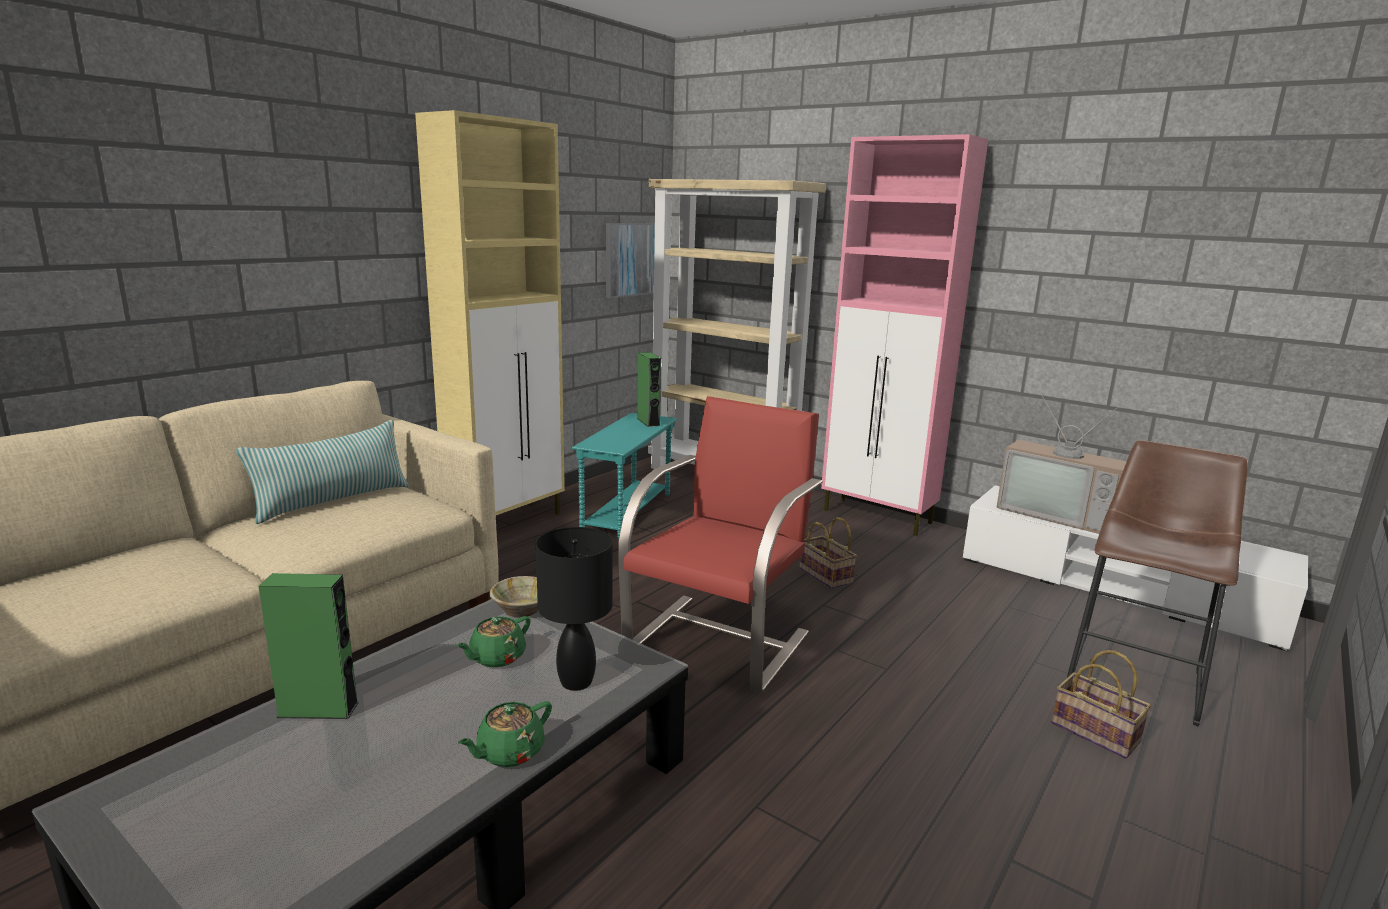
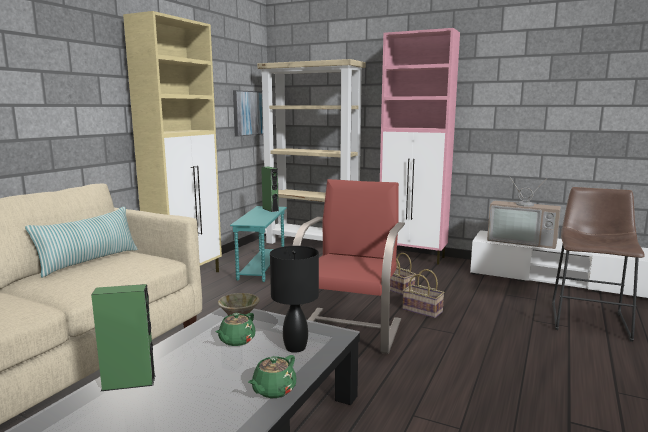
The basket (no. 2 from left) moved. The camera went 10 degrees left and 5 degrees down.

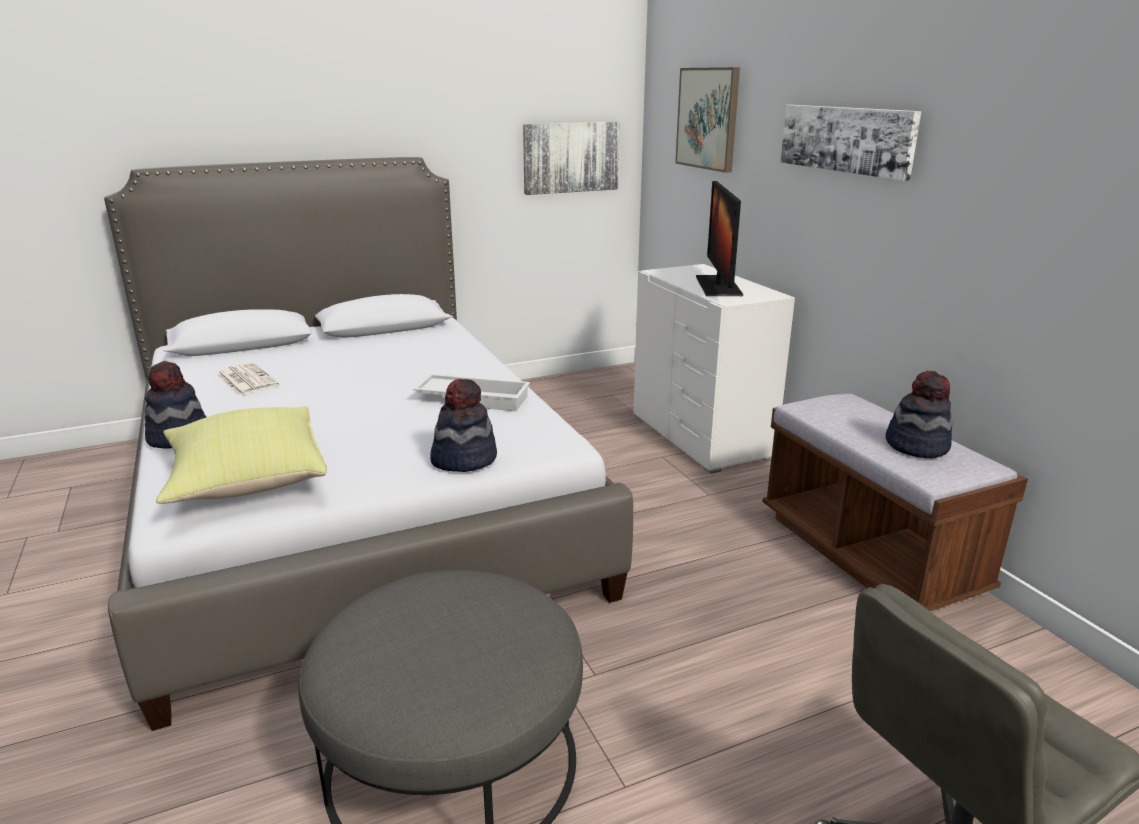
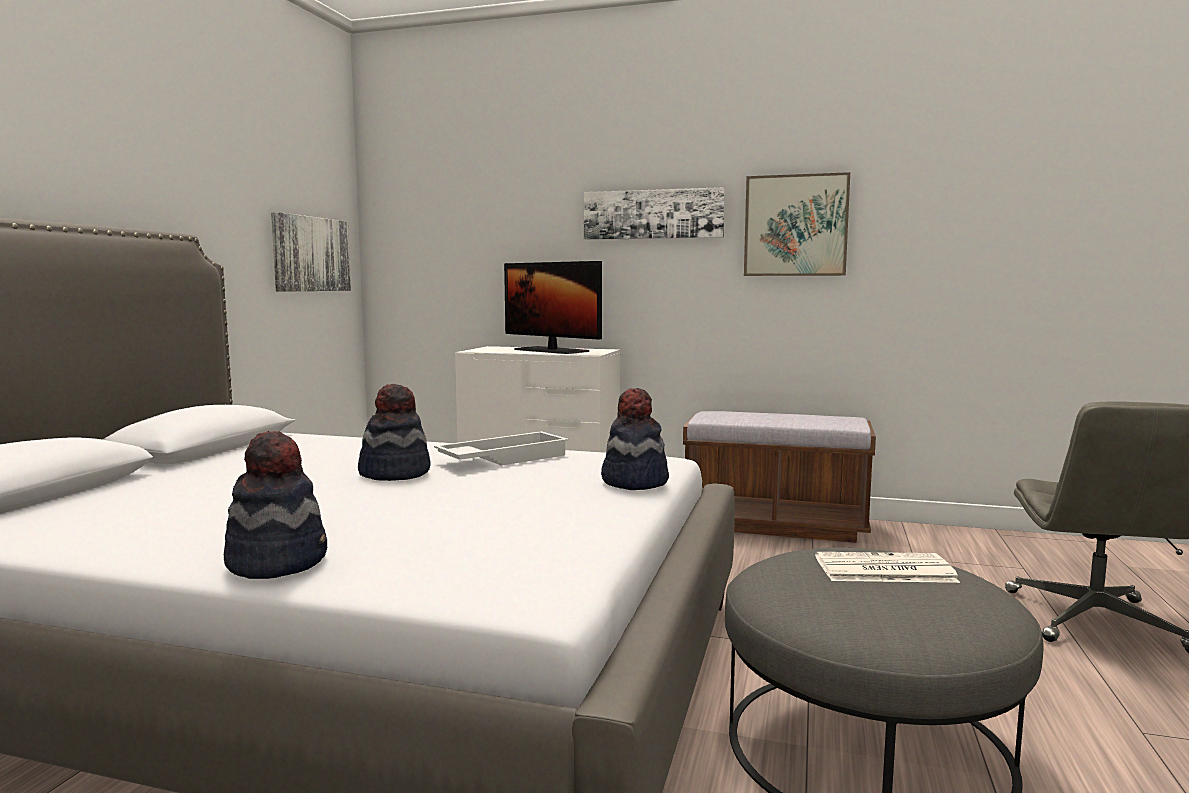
The picture (no. 2 from left in the first image) moved. The newspaper moved. The hat (no. 3 from left in the first image) moved. The yellow pillow disappeared. The camera went 50 degrees left and 15 degrees down.

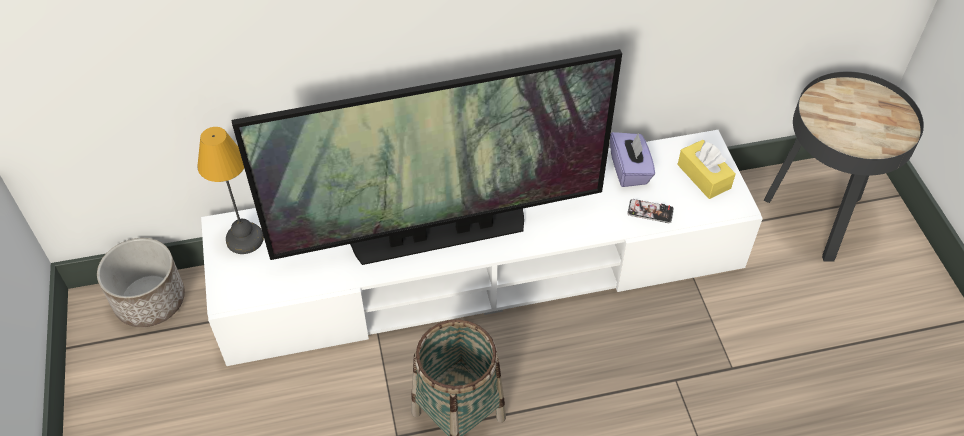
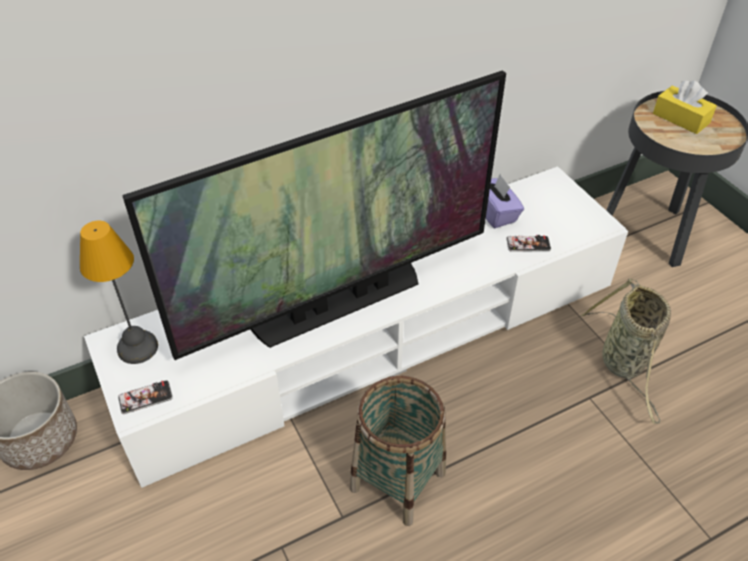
The yellow tissue box moved. The basket (no. 2 from left) appeared. The phone (no. 1 from left) appeared. The camera went 15 degrees left and 5 degrees down.

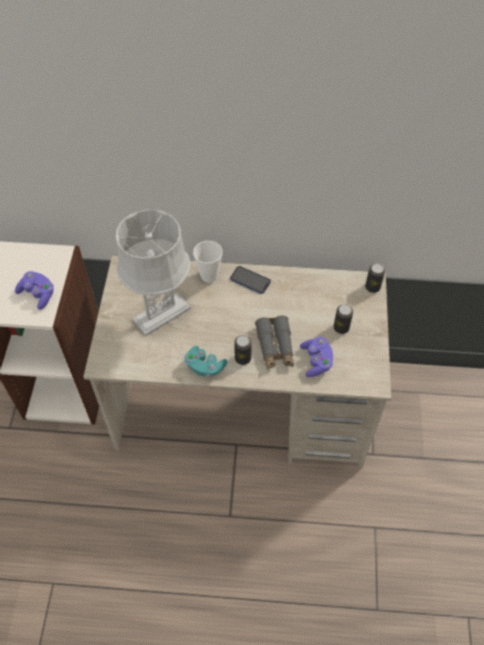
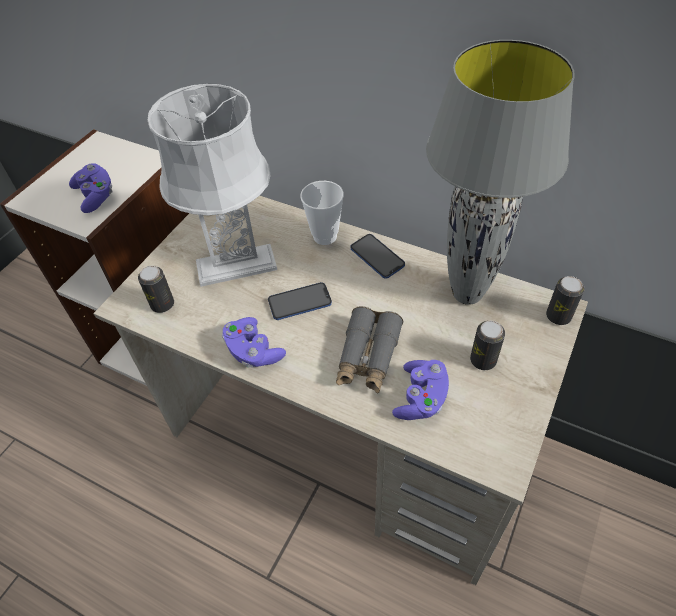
The can (no. 1 from left) moved. The turquoise game controller became the purple game controller (no. 2 from left). The grey table lamp (no. 2 from left) appeared. The phone (no. 1 from left) appeared. The camera went 25 degrees right and 5 degrees down.

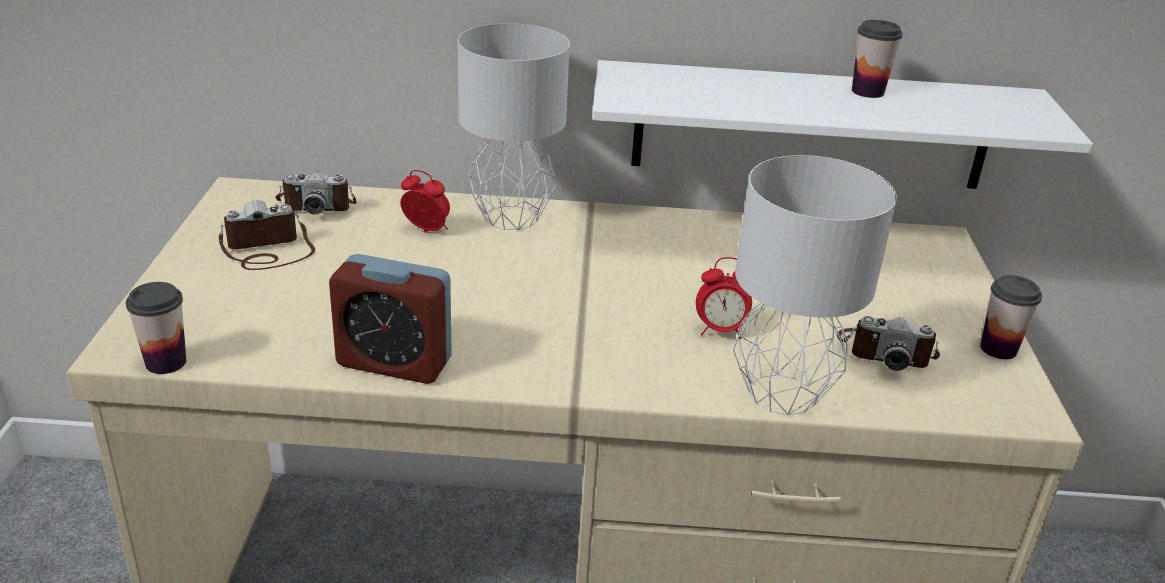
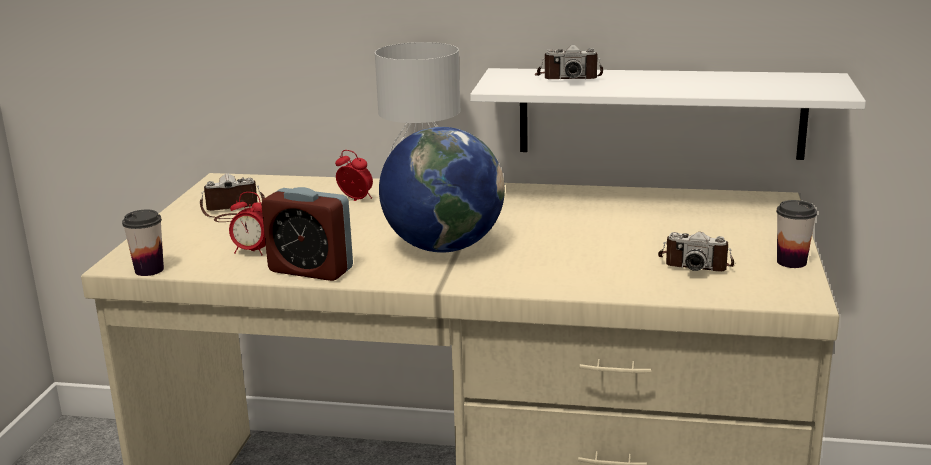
The cup (no. 2 from left) disappeared. The grey table lamp (no. 2 from left) disappeared. The photo camera (no. 2 from left) moved. The alarm clock (no. 3 from left in the first image) moved. The globe appeared. The camera went 10 degrees right and 10 degrees down.

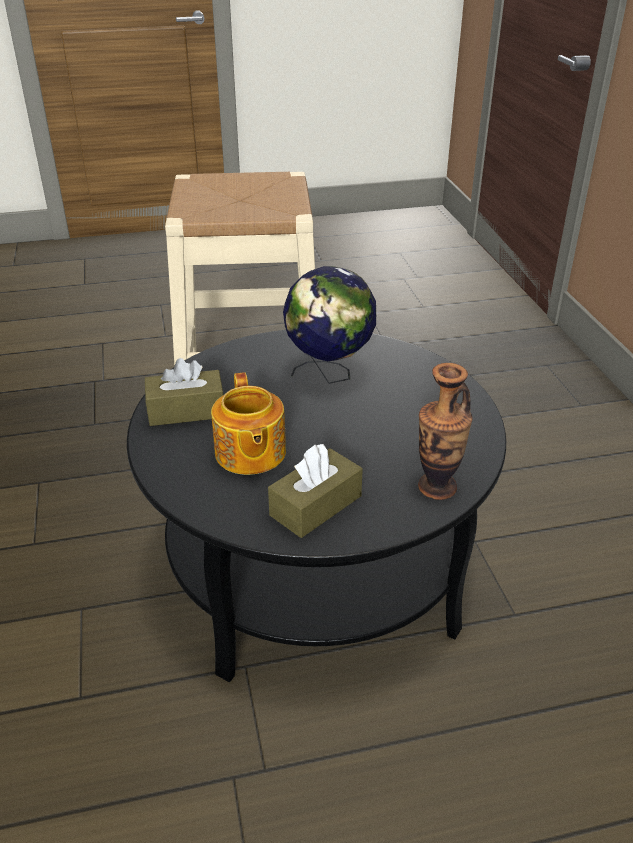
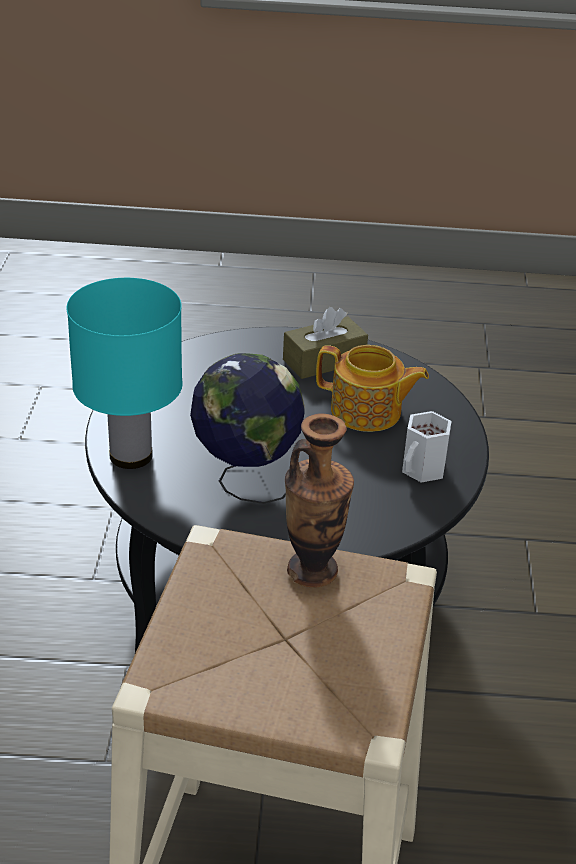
The brown tissue box (no. 1 from left) was replaced by the white mug. The vase moved. The teapot turned 105 degrees clockwise. The turquoise table lamp appeared. The camera went 165 degrees left and 0 degrees up.

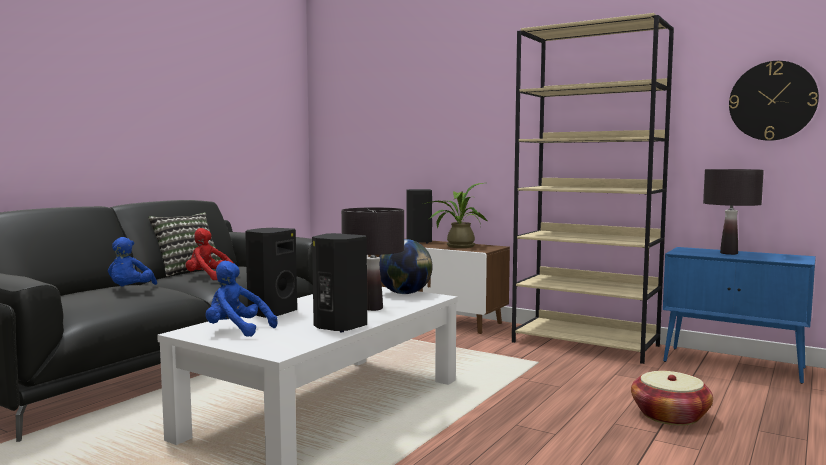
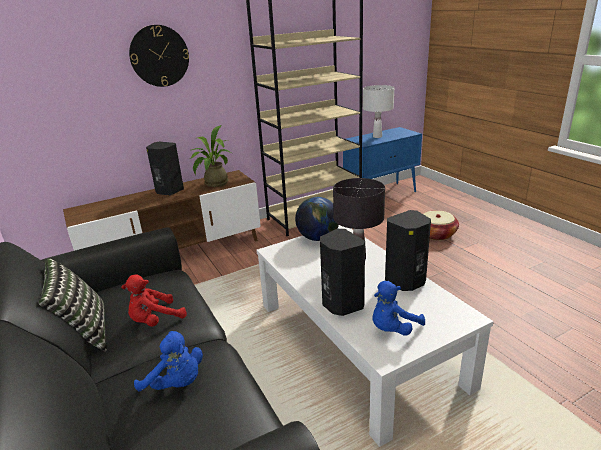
The wall clock moved. The black table lamp (no. 2 from left) became the white table lamp. The camera went 60 degrees left and 20 degrees up.

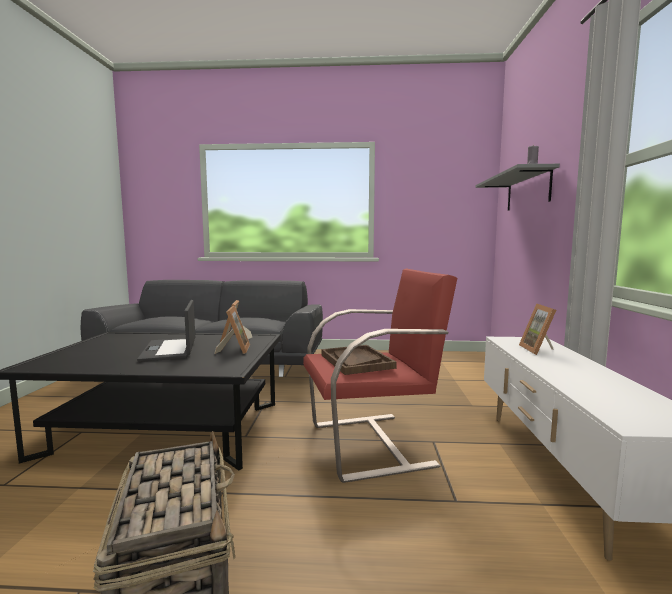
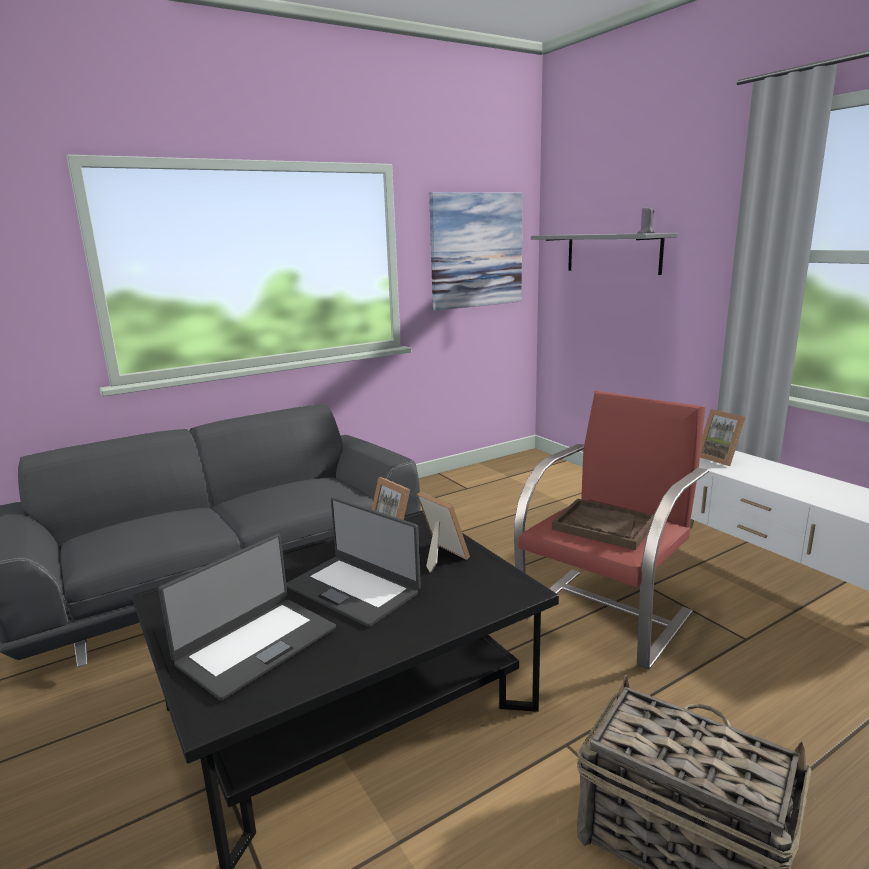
The picture appeared. The laptop (no. 1 from left) appeared. The camera went 35 degrees left and 10 degrees up.

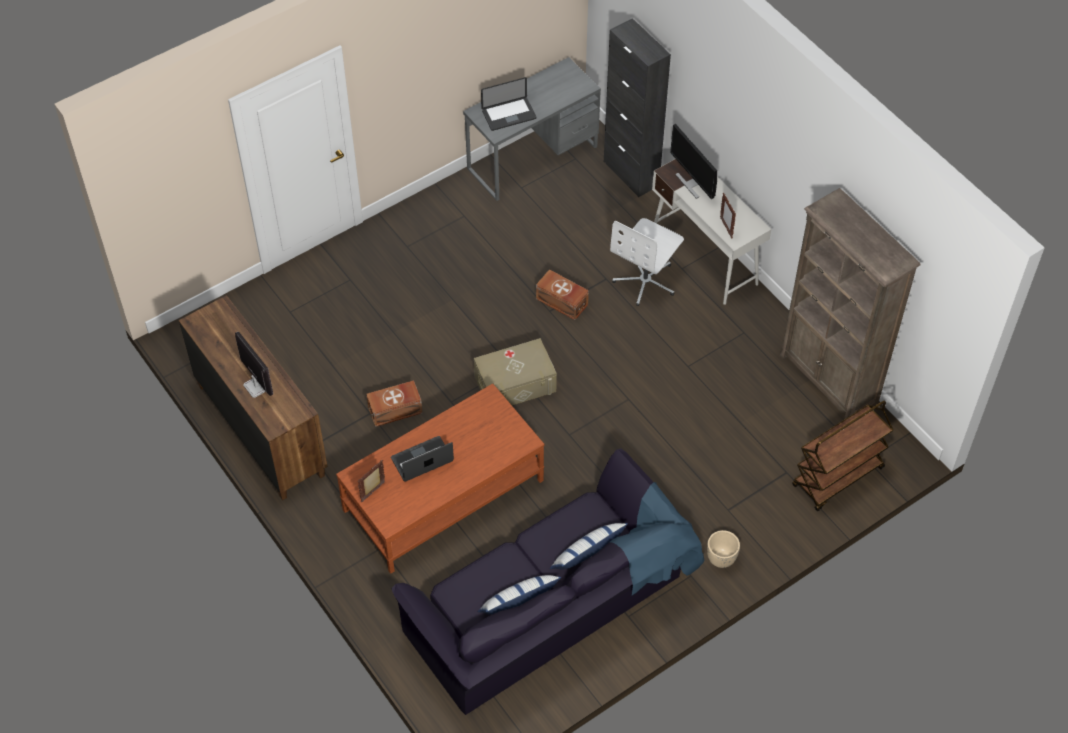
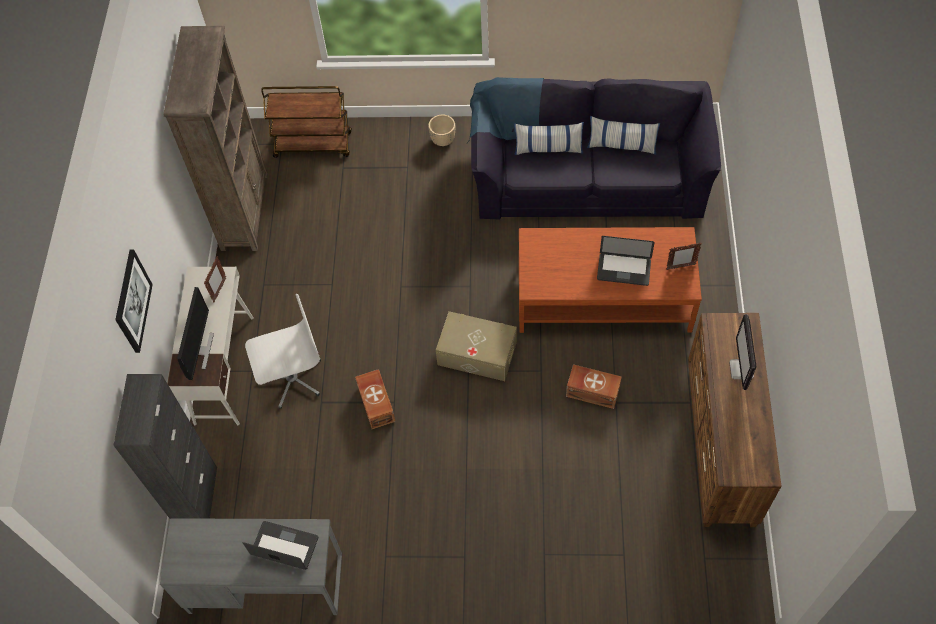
The picture appeared. The camera went 140 degrees left and 5 degrees up.

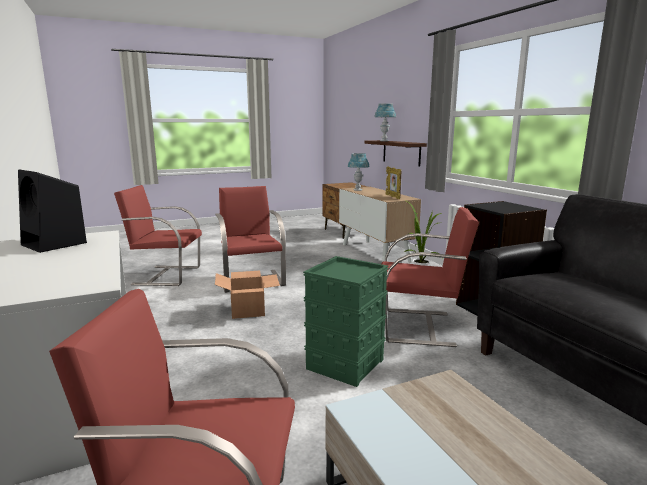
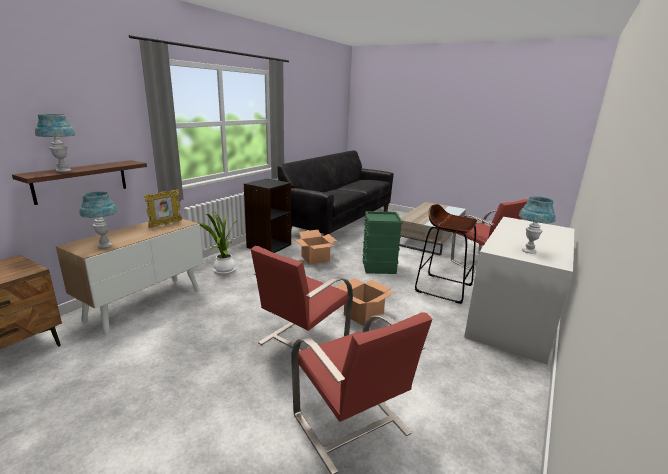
The black speaker was replaced by the blue table lamp (no. 3 from left). The red chair (no. 4 from left) was replaced by the cardboard box (no. 1 from left). The brown stool appeared. The camera went 125 degrees left and 5 degrees up.

